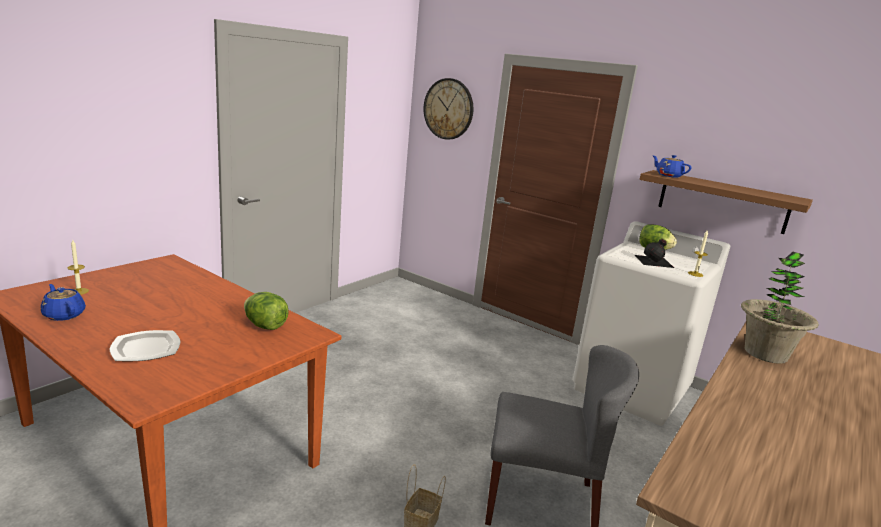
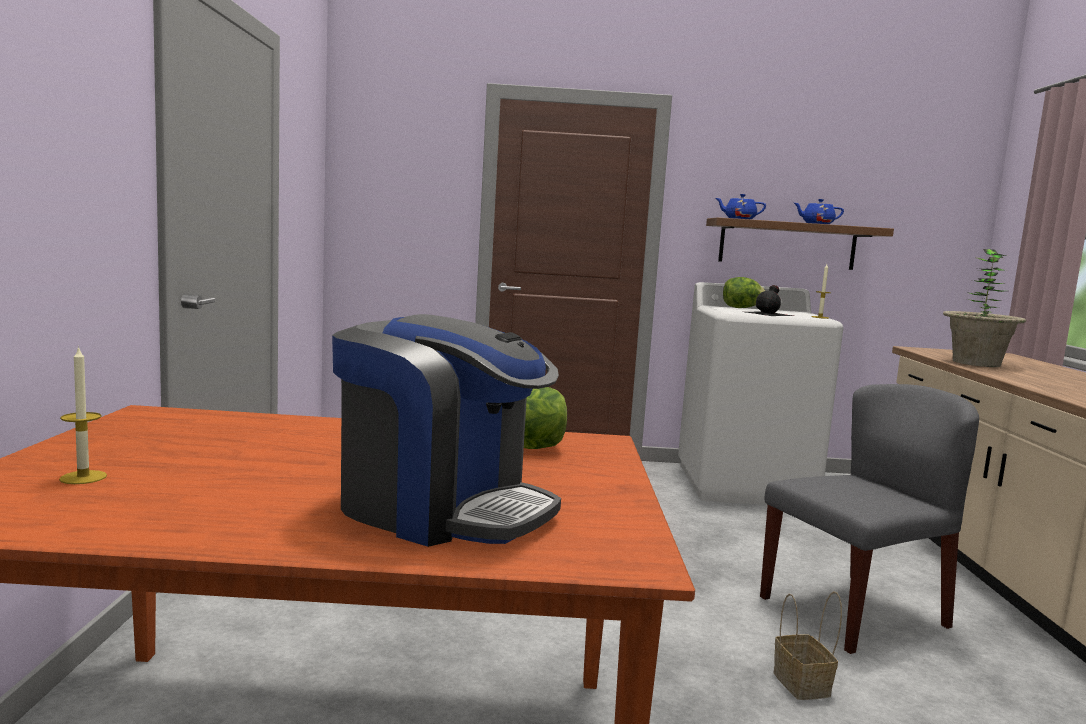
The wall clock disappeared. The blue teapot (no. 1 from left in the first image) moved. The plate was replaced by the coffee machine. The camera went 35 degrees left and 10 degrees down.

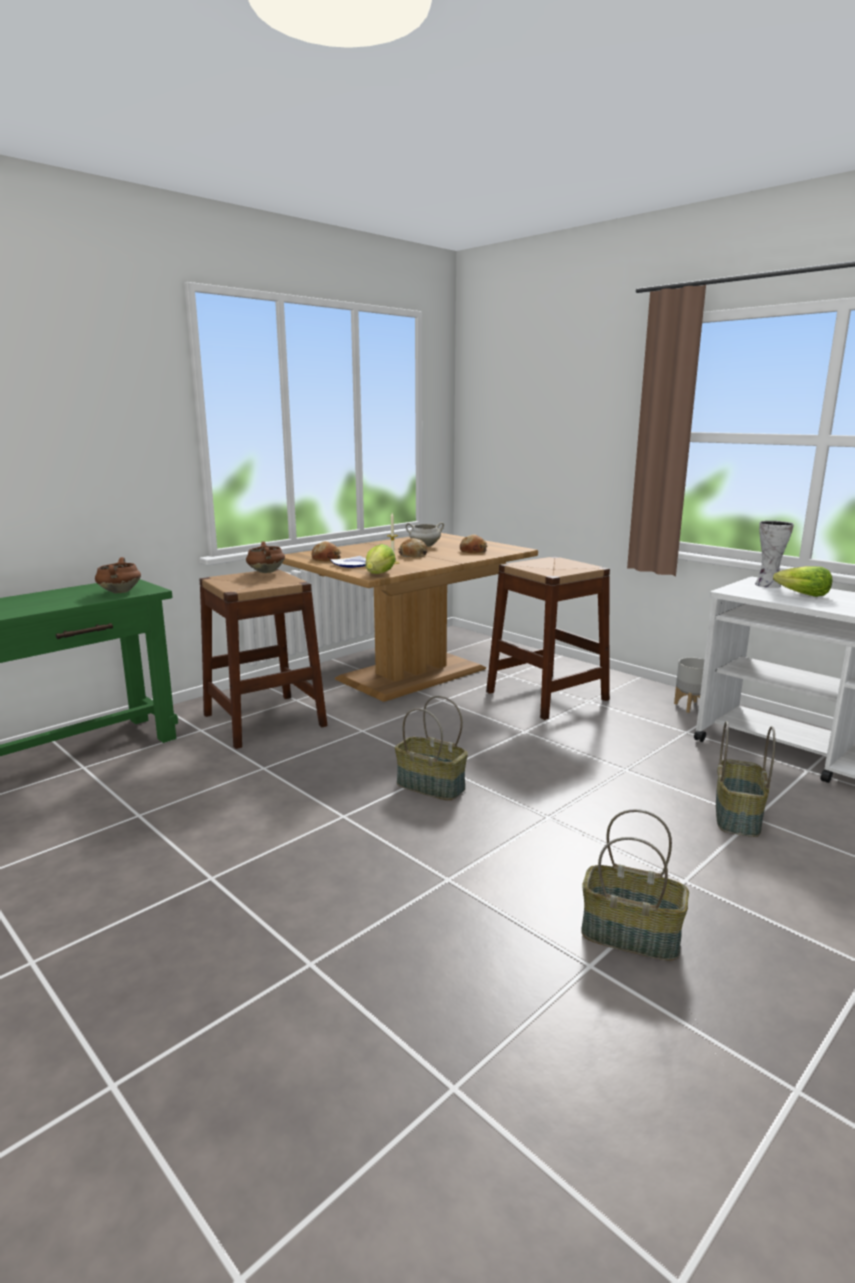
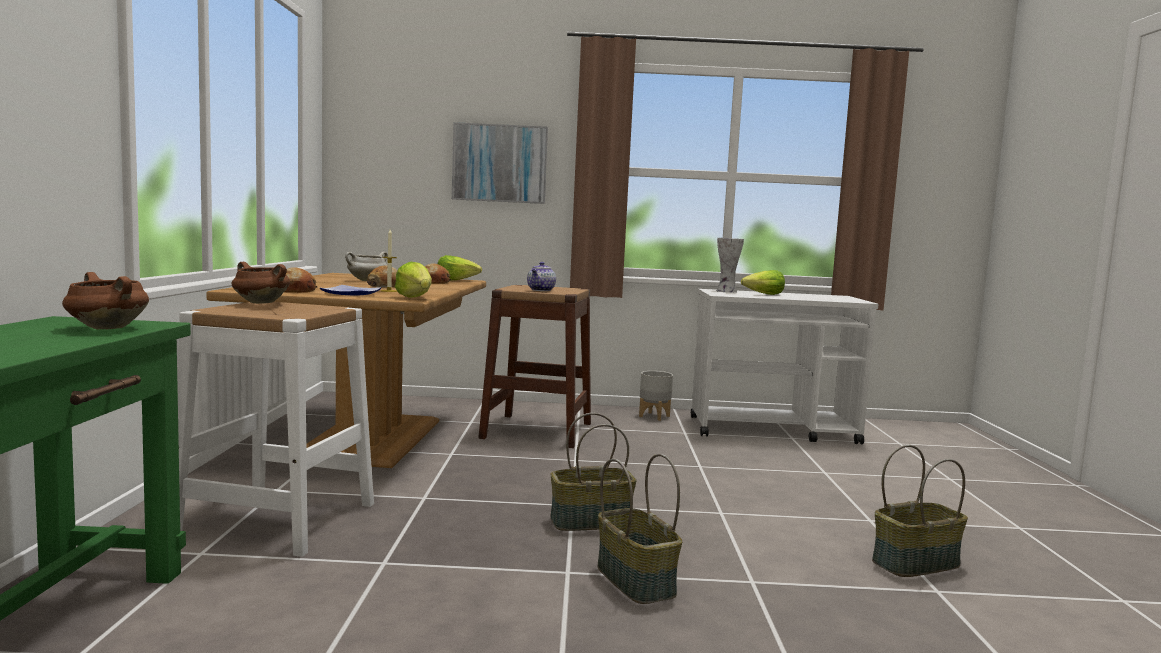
The brown stool (no. 1 from left) became the white stool. The basket (no. 3 from left in the first image) moved. The picture appeared. The lettuce (no. 2 from left) appeared. The teapot appeared. The camera went 45 degrees left and 10 degrees down.

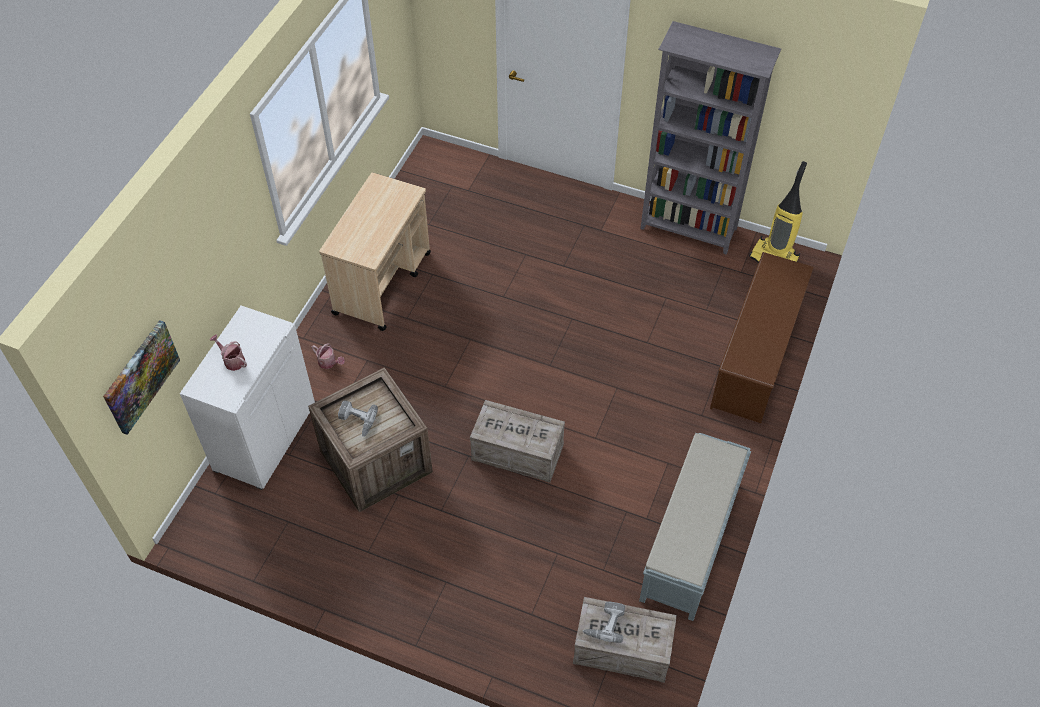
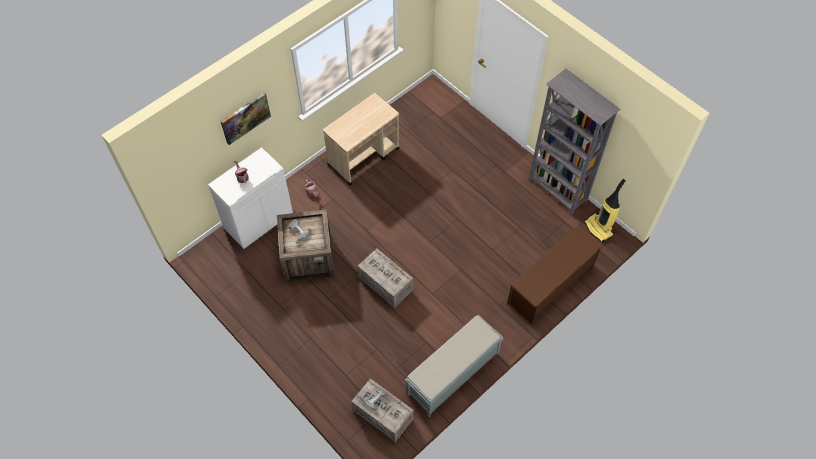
The picture moved. The camera went 25 degrees right and 5 degrees up.

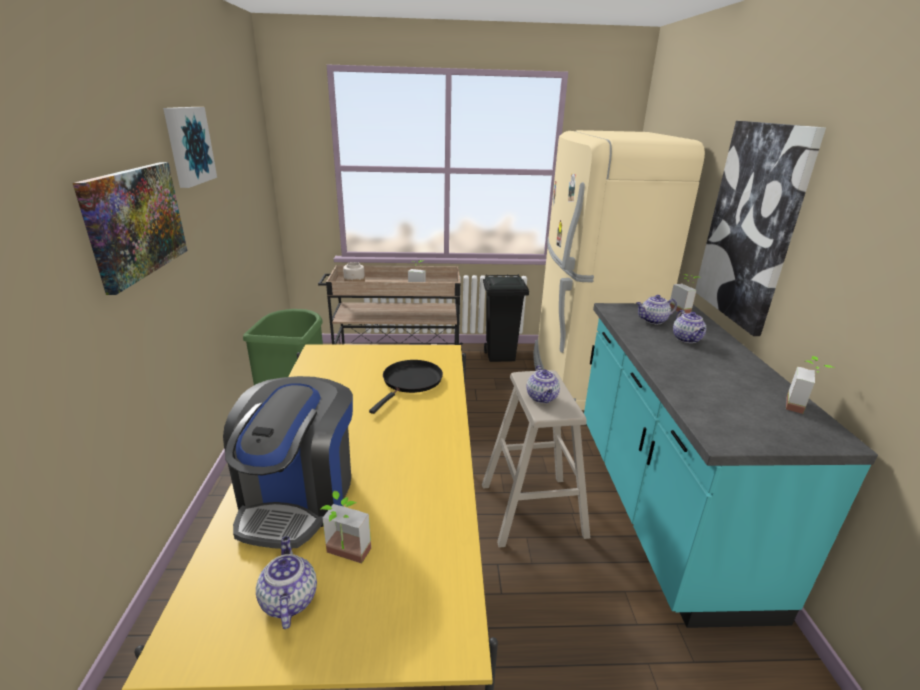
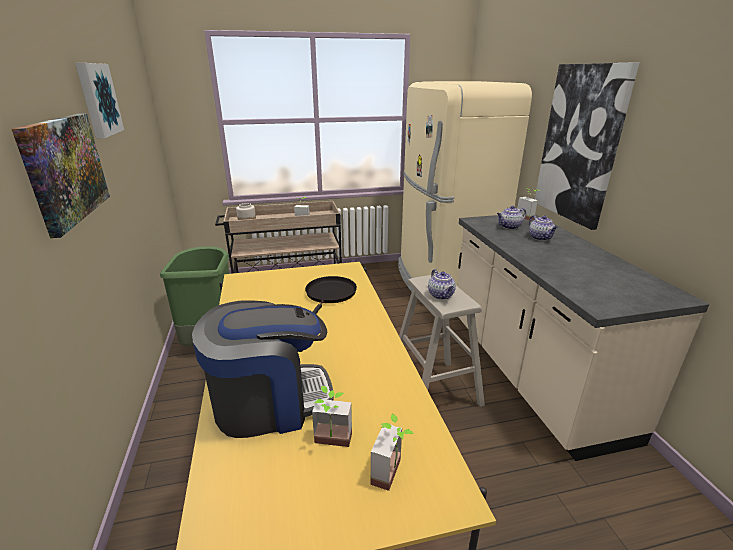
The black trash can disappeared. The turquoise counter became the beige counter. The potted plant (no. 4 from left in the first image) moved. The coffee machine turned 105 degrees counterclockwise. The teapot (no. 1 from left) disappeared. The camera went 10 degrees left and 0 degrees up.

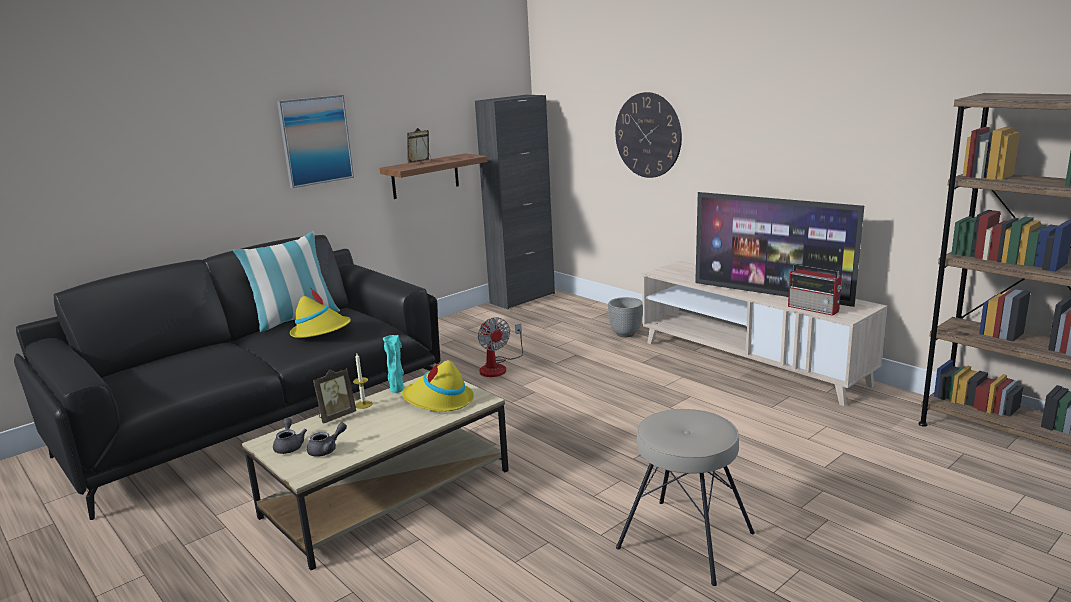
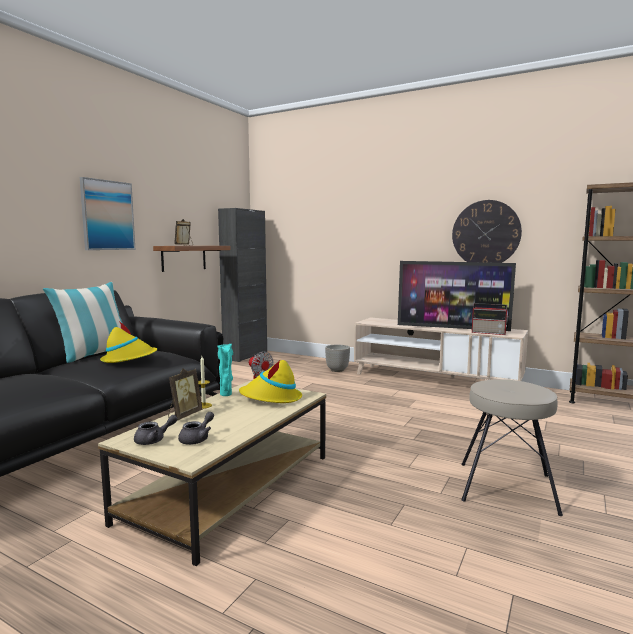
The wall clock moved. The grey teapot (no. 1 from left) turned 90 degrees clockwise. The camera went 20 degrees left and 10 degrees down.

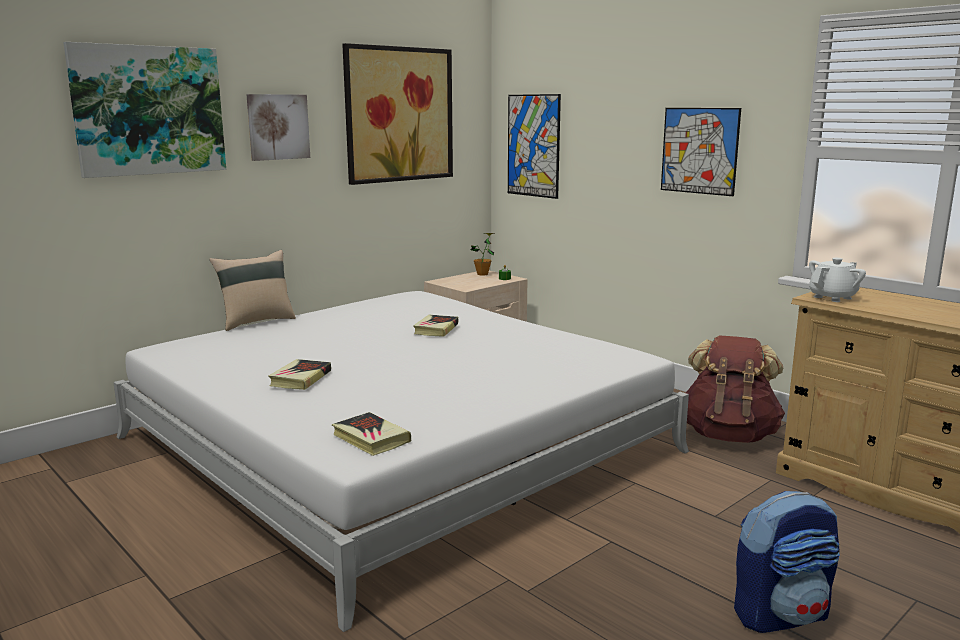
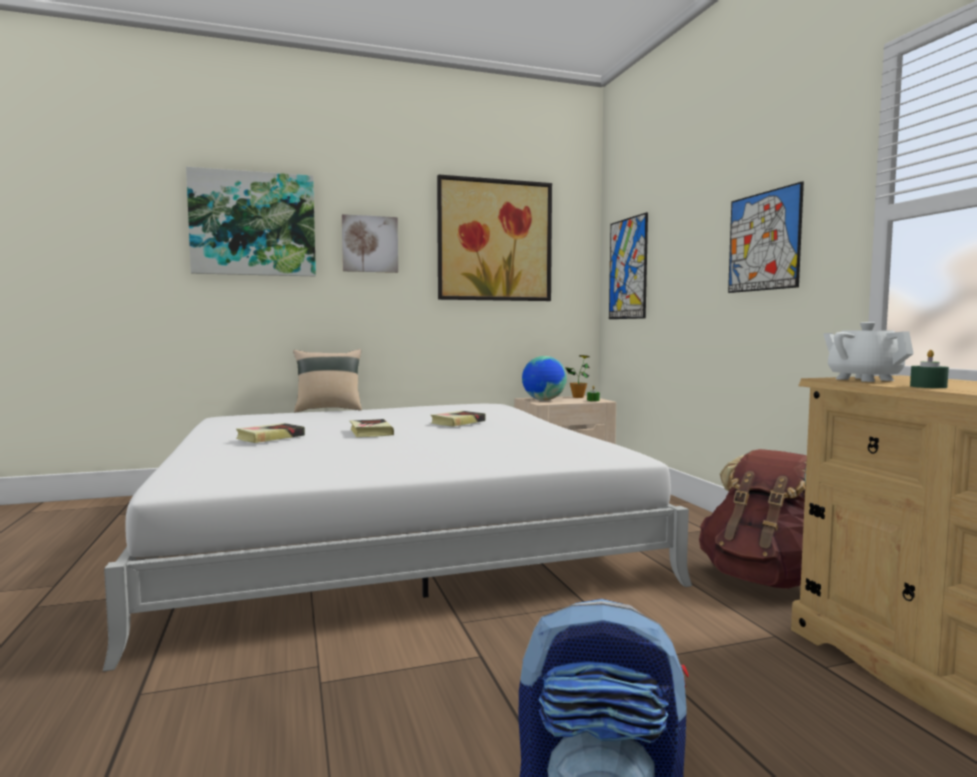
The white teapot turned 105 degrees counterclockwise. The book (no. 2 from left) moved. The green candle (no. 2 from left) appeared. The globe appeared. The camera went 25 degrees right and 10 degrees down.

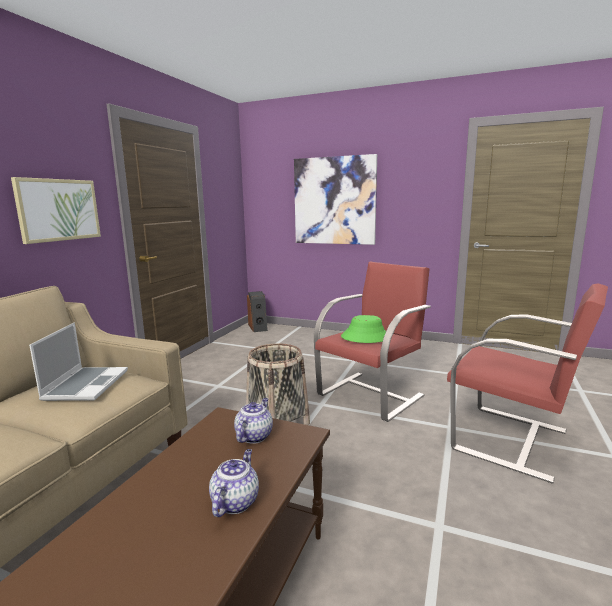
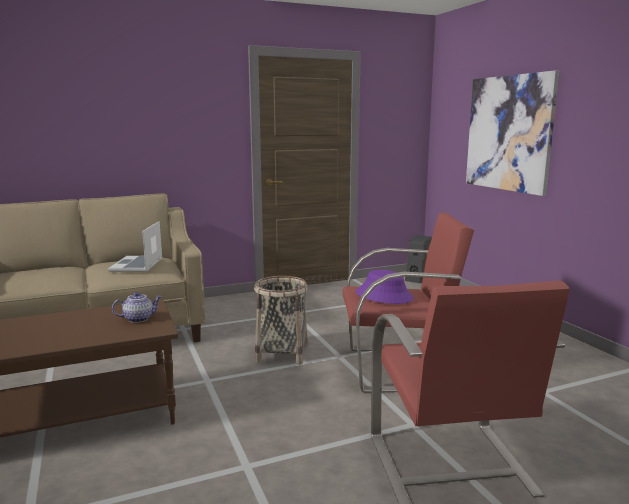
The picture (no. 1 from left) disappeared. The green hat became the purple hat. The laptop turned 135 degrees clockwise. The teapot (no. 1 from left) disappeared. The camera went 45 degrees right and 0 degrees up.

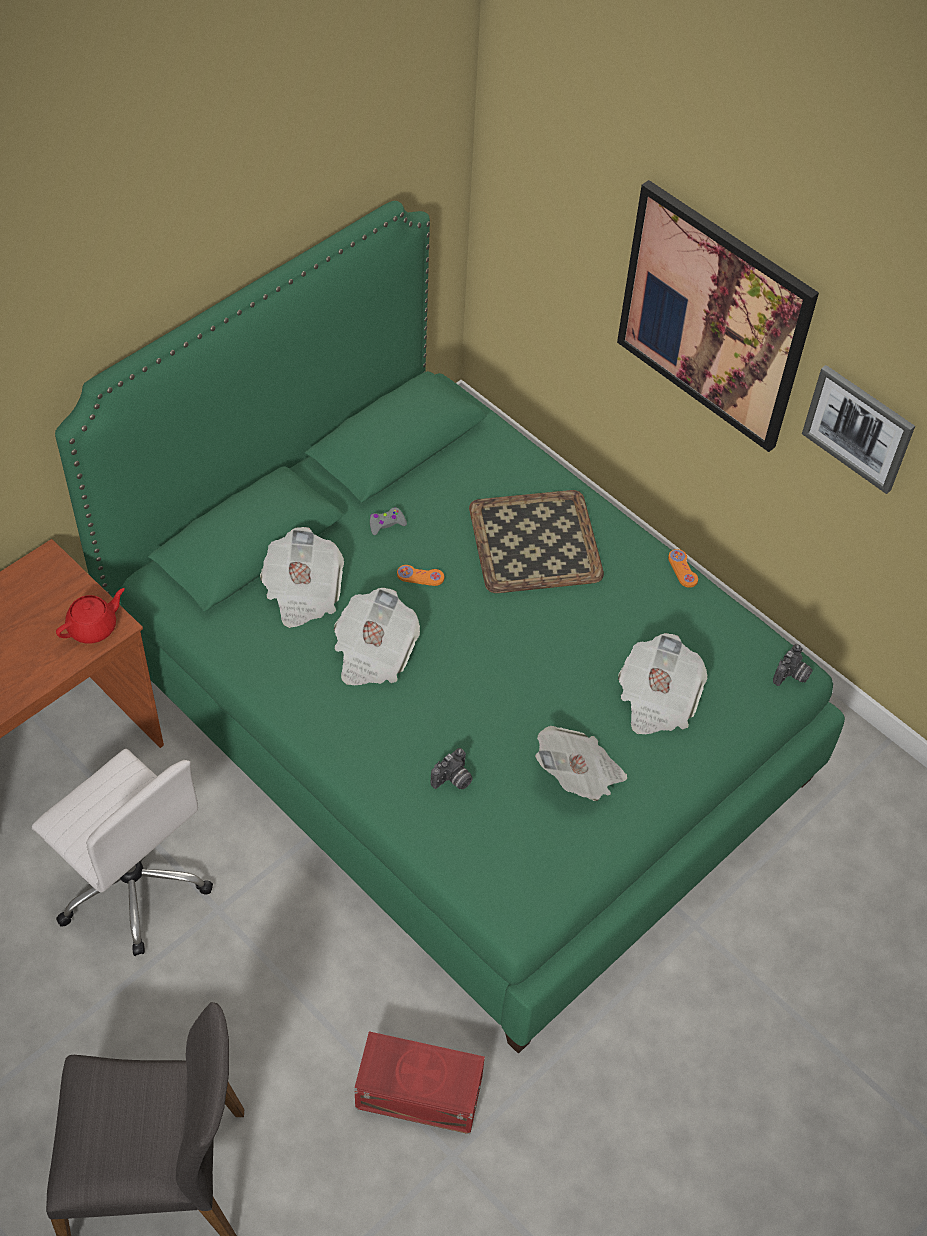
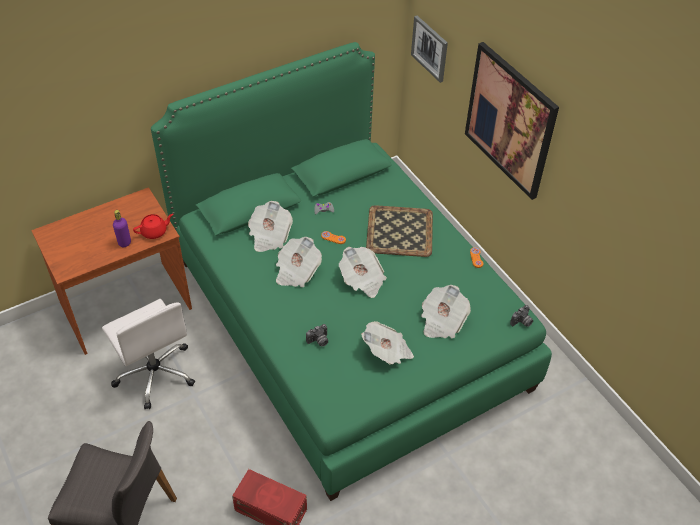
The picture (no. 2 from left in the first image) moved. The purple bottle appeared. The newspaper (no. 3 from left) appeared. The camera went 15 degrees right and 5 degrees down.

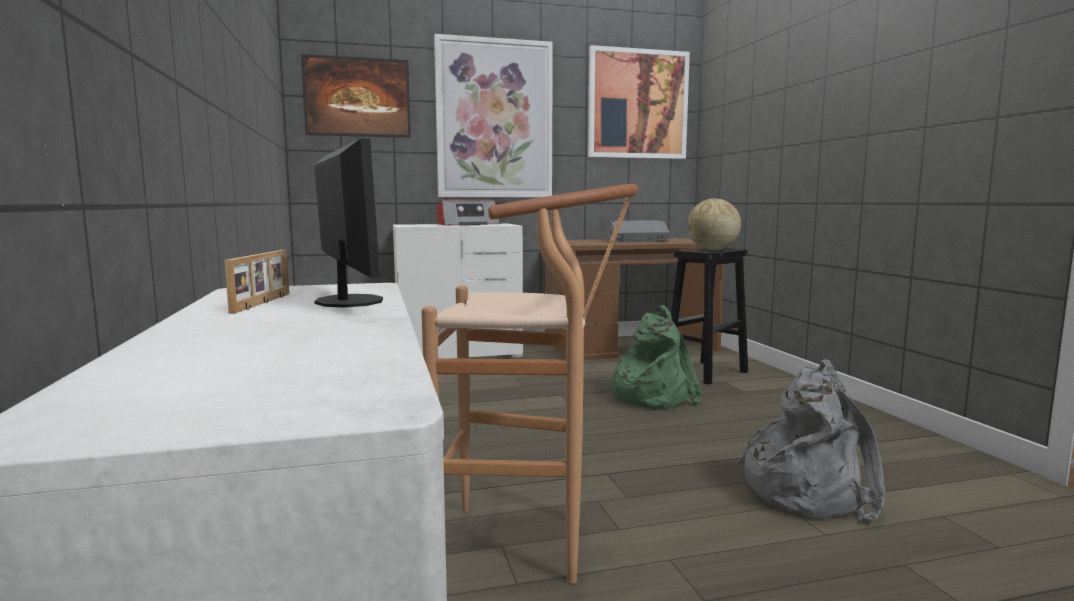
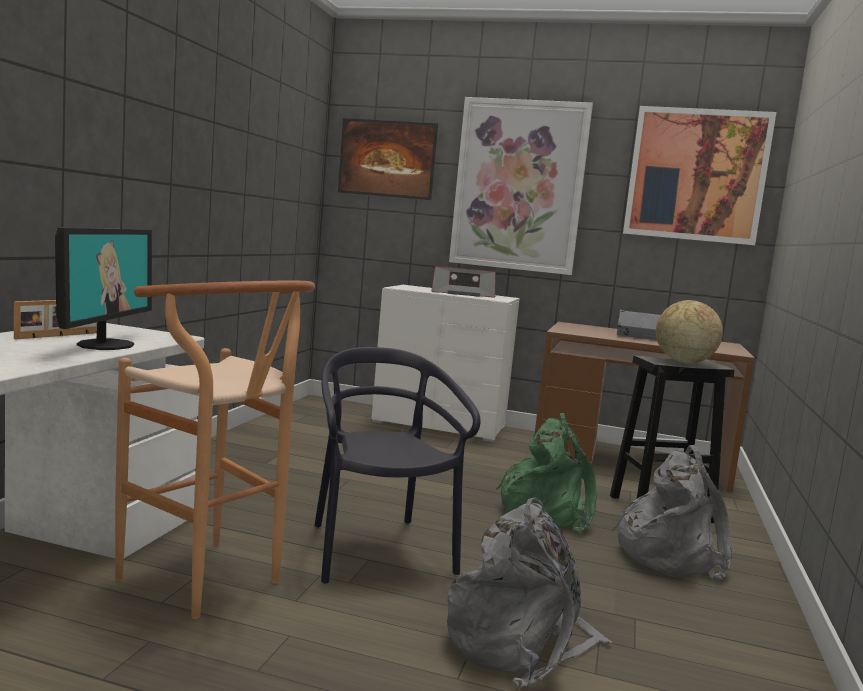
The black chair appeared. The grey backpack (no. 2 from left) appeared. The camera went 30 degrees right and 0 degrees up.

